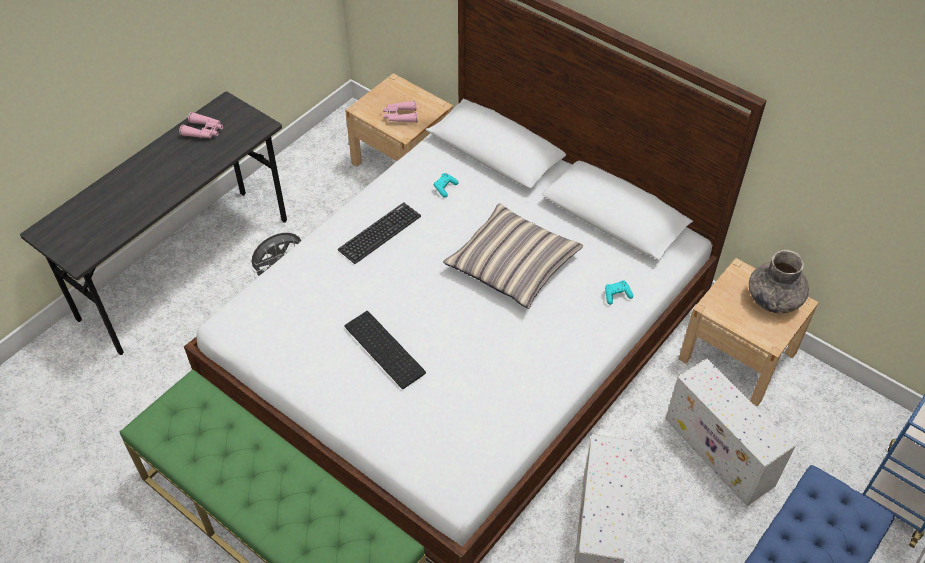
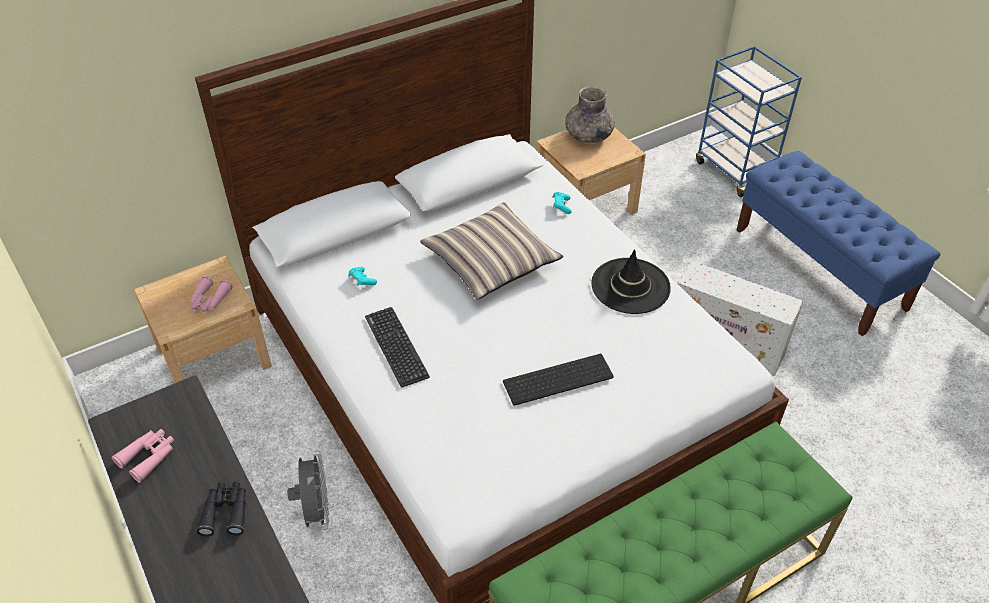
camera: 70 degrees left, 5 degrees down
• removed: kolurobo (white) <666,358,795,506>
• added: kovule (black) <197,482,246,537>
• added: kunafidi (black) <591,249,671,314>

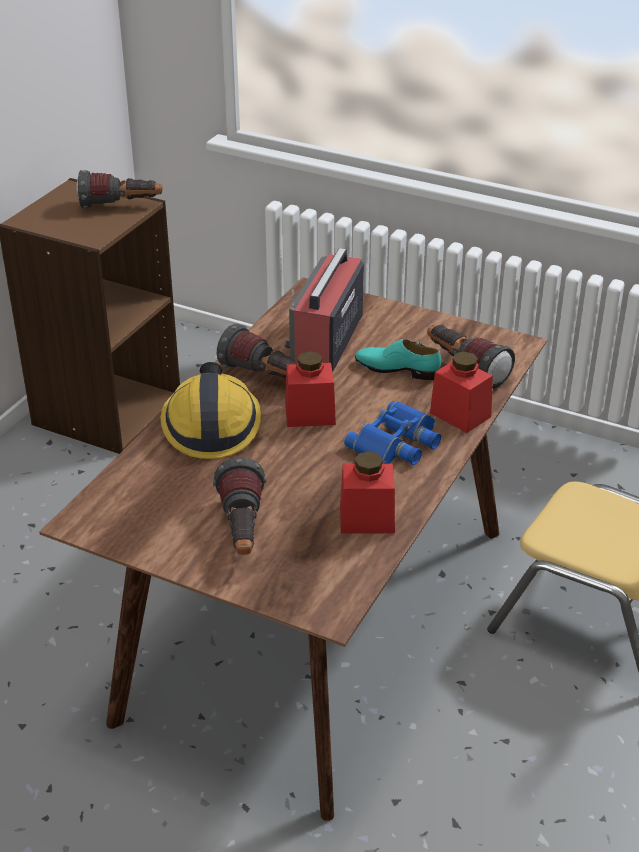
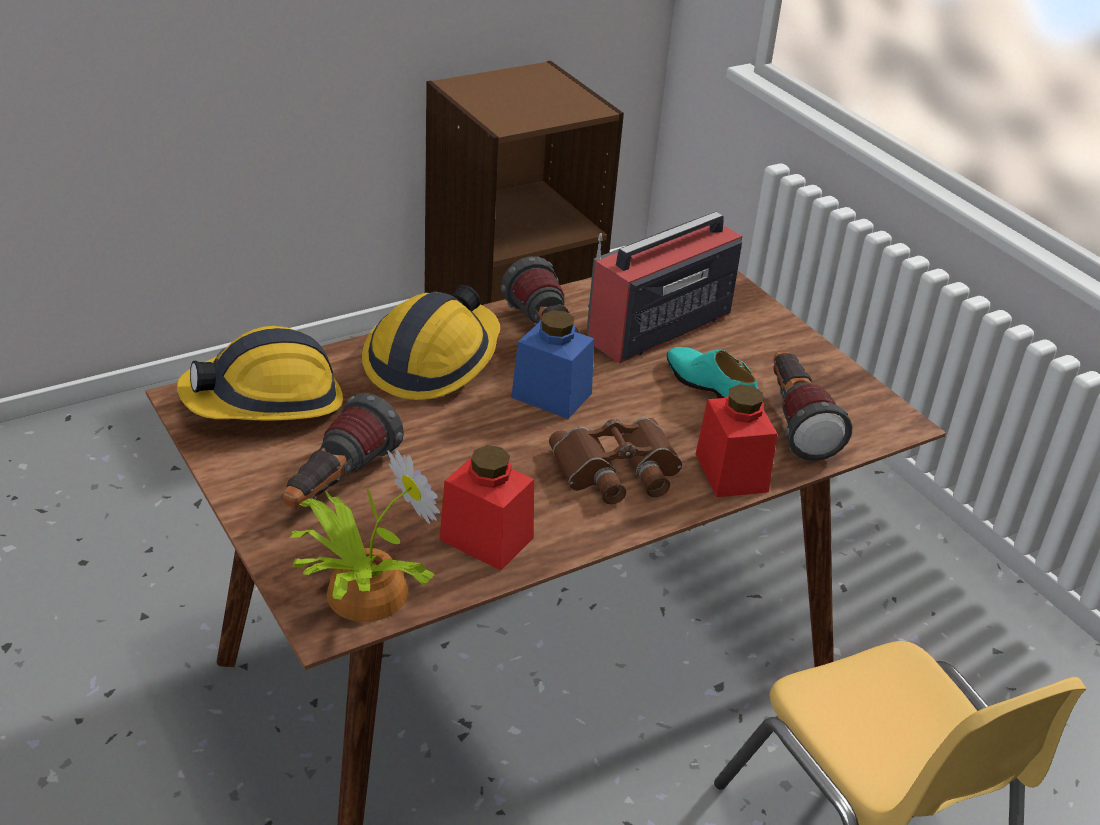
camera: 30 degrees right, 0 degrees up
• removed: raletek <76,170,163,209>
• added: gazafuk <177,326,343,421>
• added: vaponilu <290,449,440,622>
• recoloured: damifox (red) <285,351,336,427> to damifox (blue) <511,310,594,419>
• recoloured: kovule (blue) <344,401,441,465> to kovule (brown) <549,418,682,504>

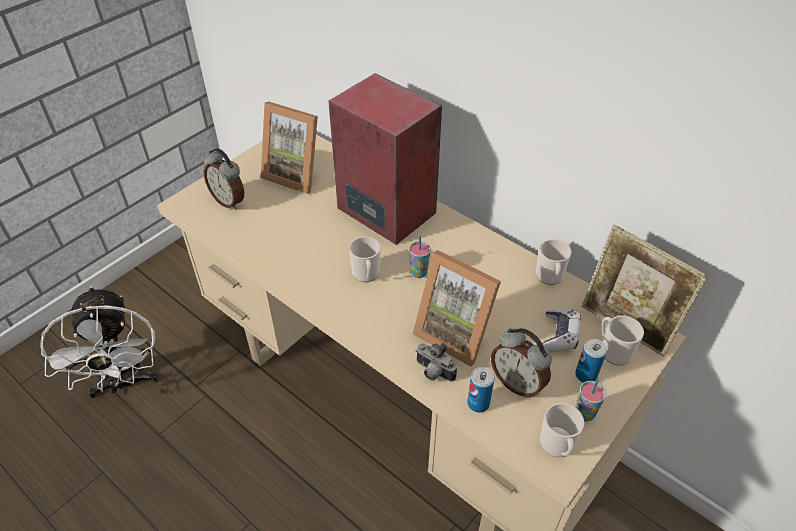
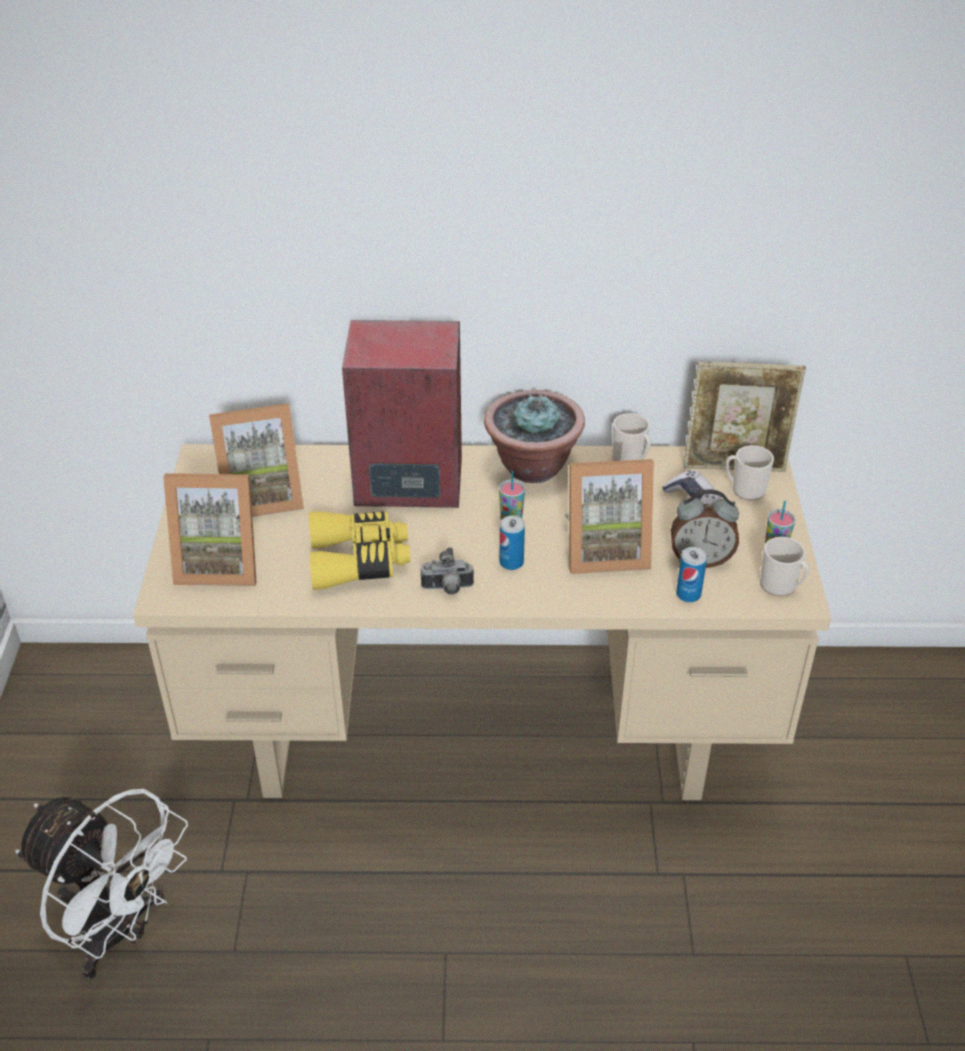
camera: 40 degrees left, 5 degrees down
• removed: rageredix <349,236,381,282>
• added: kovule (yellow) <309,511,410,590>
• added: vaponilu <484,390,585,483>
• moved: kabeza <416,343,457,382> to <420,547,474,594>
• moved: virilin <575,339,607,383> to <500,516,525,570>
• replaced: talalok <204,148,244,210> to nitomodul <163,473,257,586>

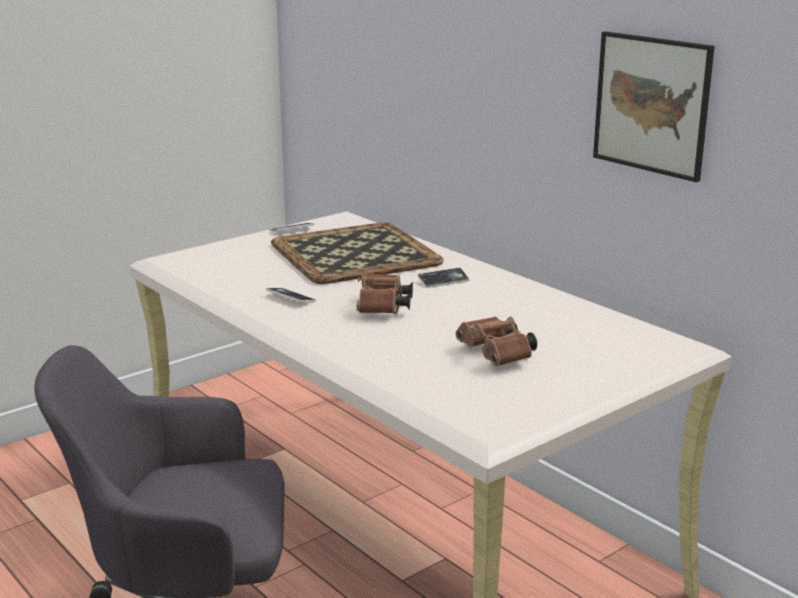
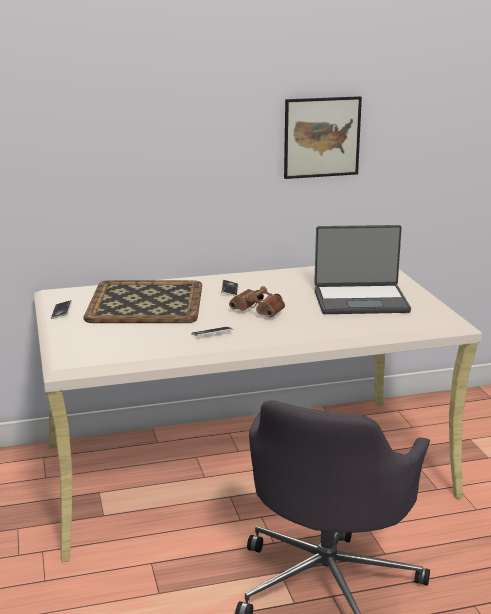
camera: 65 degrees left, 0 degrees up
• replaced: kovule (brown) <456,316,537,367> to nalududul <314,225,411,314>

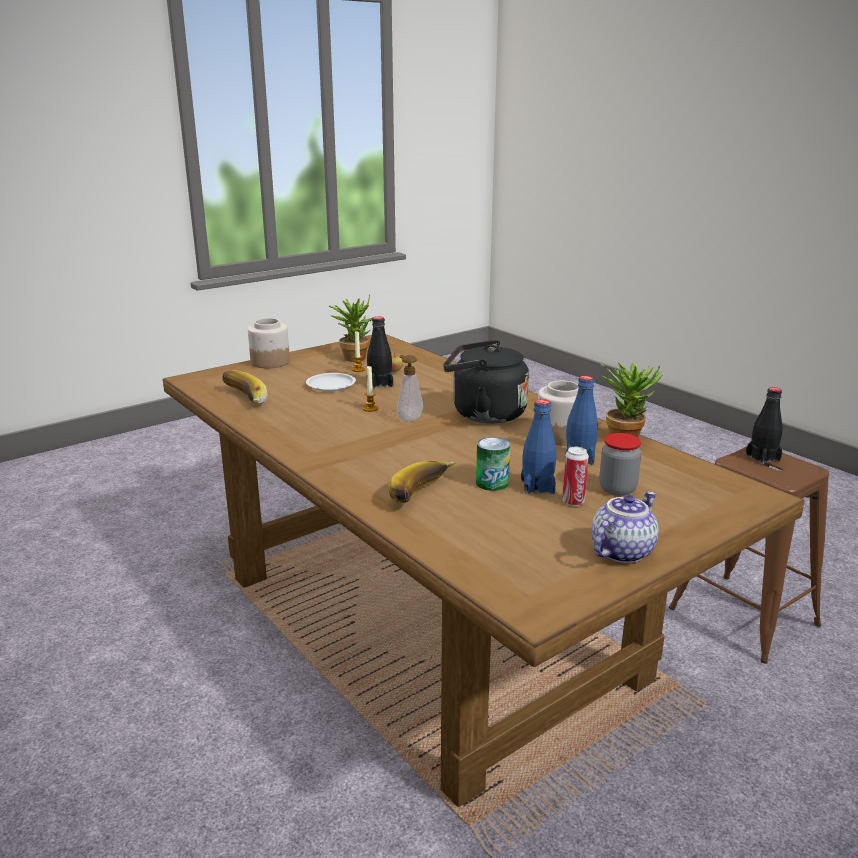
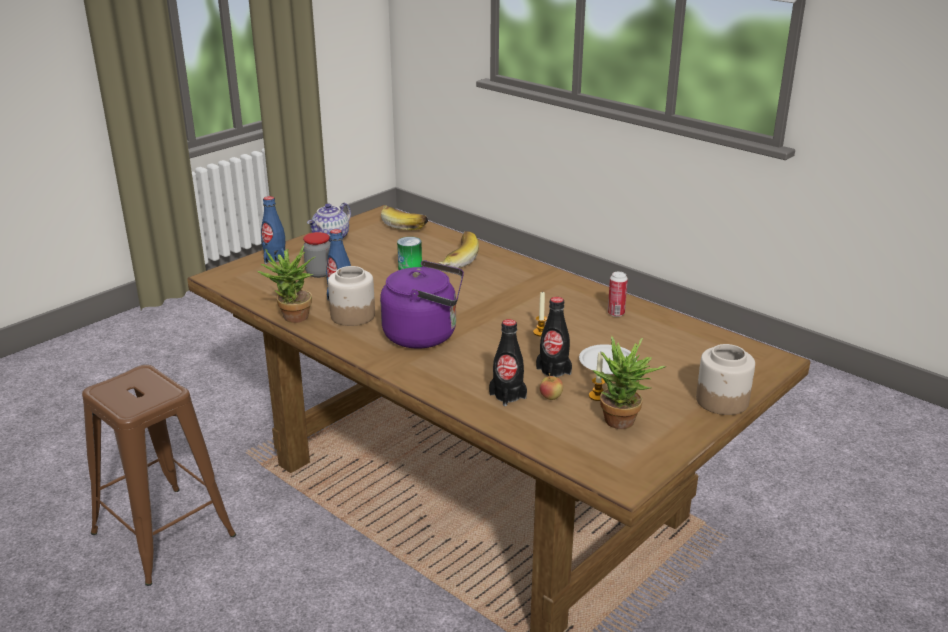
camera: 170 degrees right, 5 degrees up
• removed: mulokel <397,355,423,422>
• moved: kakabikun <222,370,268,404> to <381,205,428,230>
• moved: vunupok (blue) <521,399,556,494> to <261,196,285,264>
• moved: virilin <562,447,589,506> to <608,272,628,317>
• moved: vunupok (black) <745,387,783,465> to <489,319,527,406>
• recoloured: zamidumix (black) <443,340,529,423> to zamidumix (purple) <380,260,464,349>

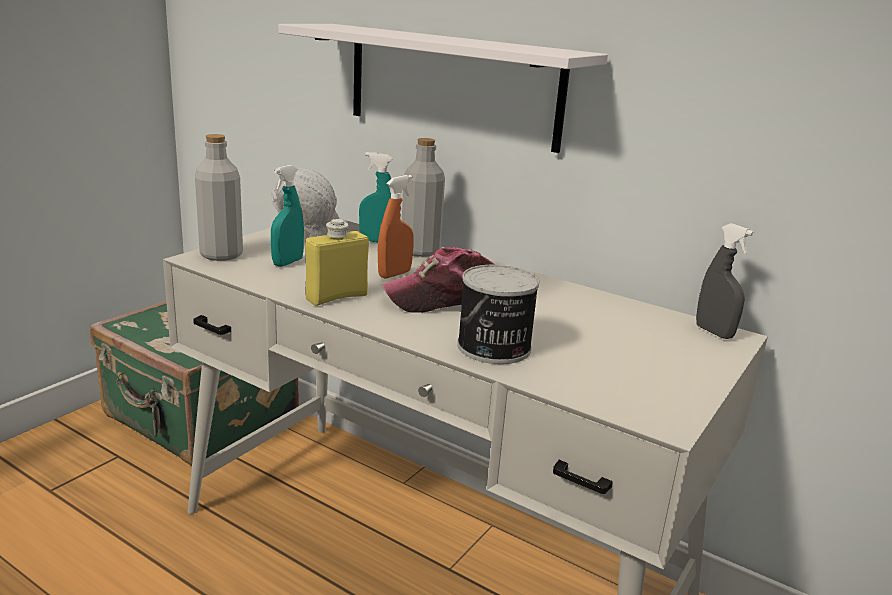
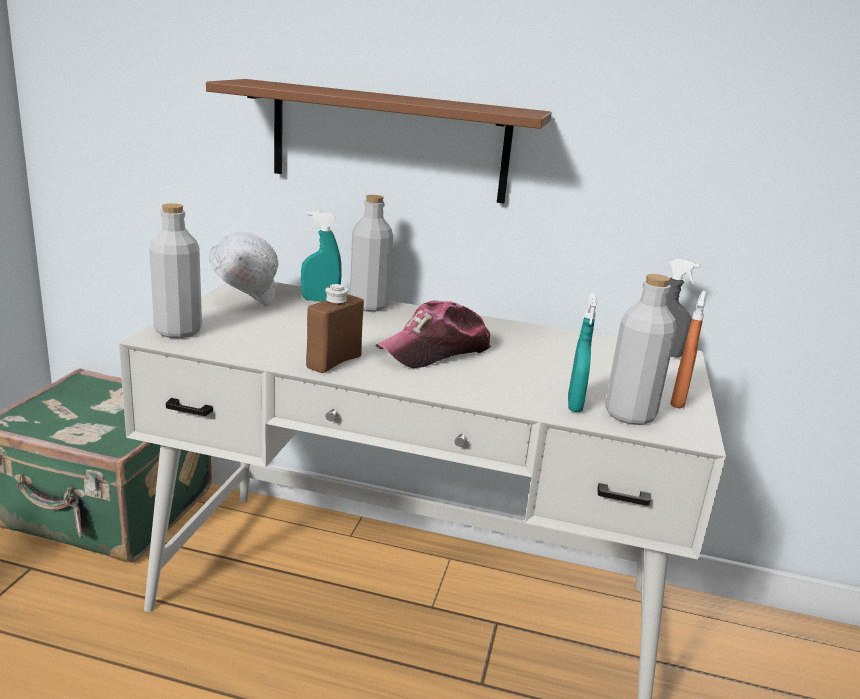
camera: 20 degrees left, 0 degrees up
• removed: virilin <457,265,539,364>
• added: vunupok (grey) <605,274,677,425>
• moved: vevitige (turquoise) <271,165,304,267> to <568,293,597,412>
• moved: vevitige (orange) <378,175,414,278> to <670,291,707,408>
• recoloured: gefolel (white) <278,24,608,153> to gefolel (brown) <206,79,552,203>
• recoloured: vunupok (yellow) <305,219,369,306> to vunupok (brown) <306,284,364,373>

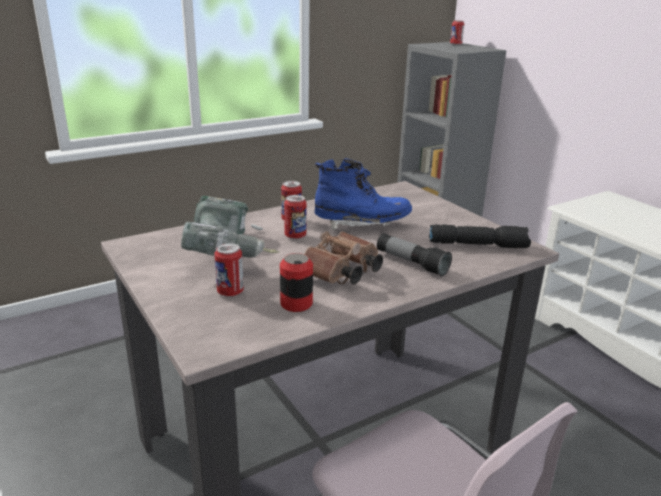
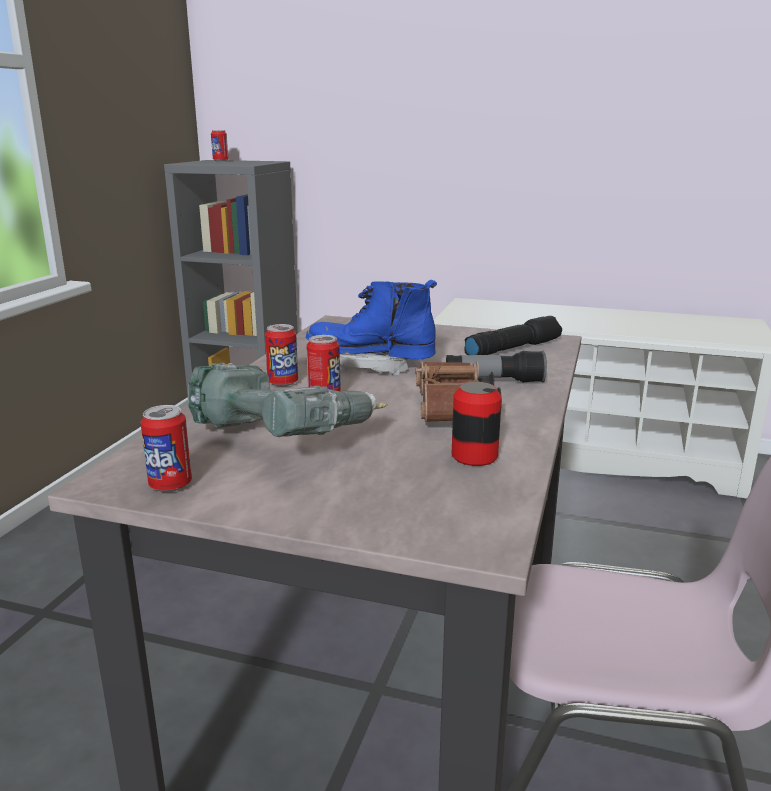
camera: 40 degrees left, 5 degrees down
• moved: virilin <214,243,244,297> to <140,405,192,492>
• turned: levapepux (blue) <315,158,412,231> = <306,280,437,375> 120 degrees counterclockwise

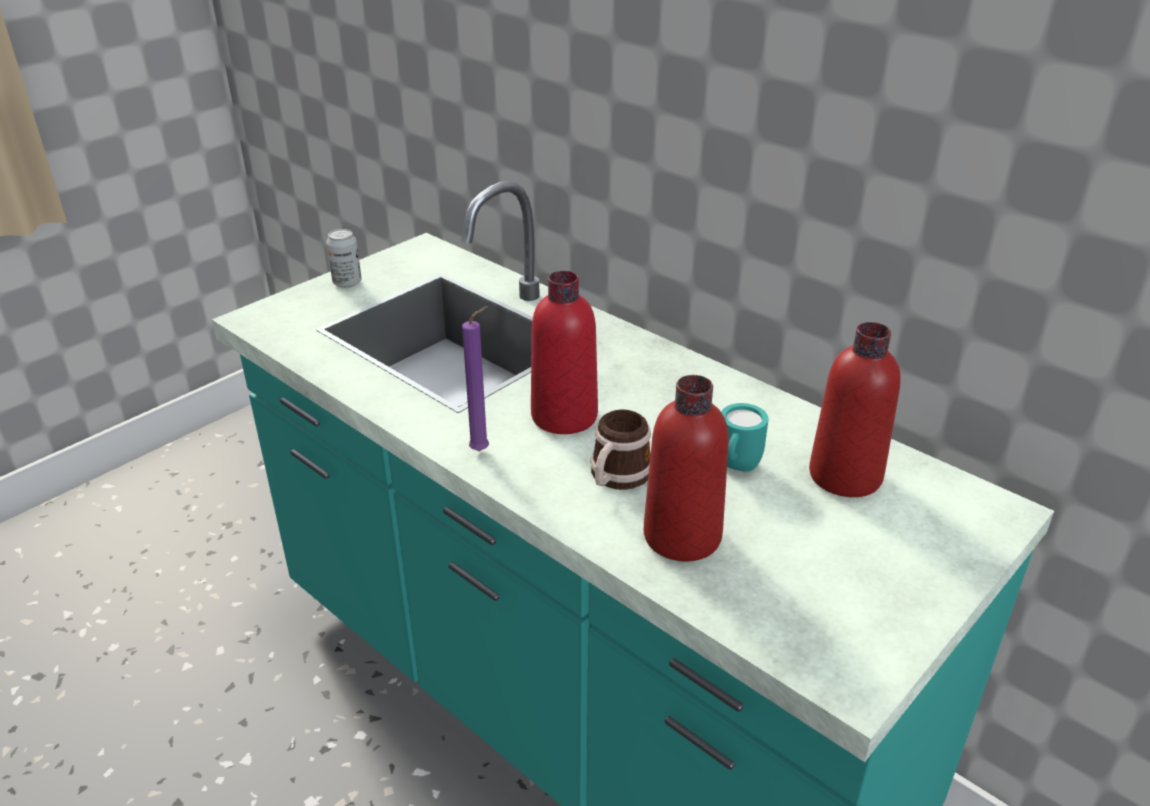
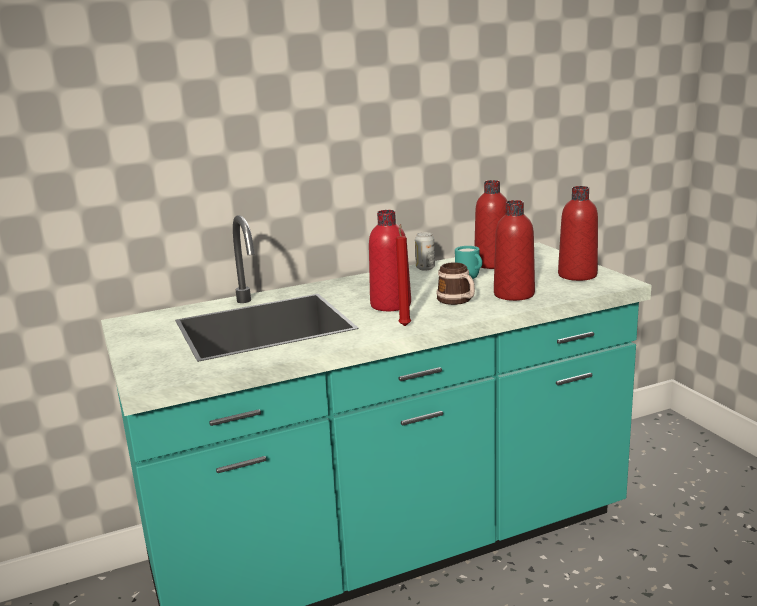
camera: 65 degrees left, 15 degrees down
• added: vunupok (red) <558,186,598,281>
• moved: virilin <326,229,361,288> to <415,232,435,270>
• recoloured: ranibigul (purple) <462,306,489,451> to ranibigul (red) <396,224,411,326>

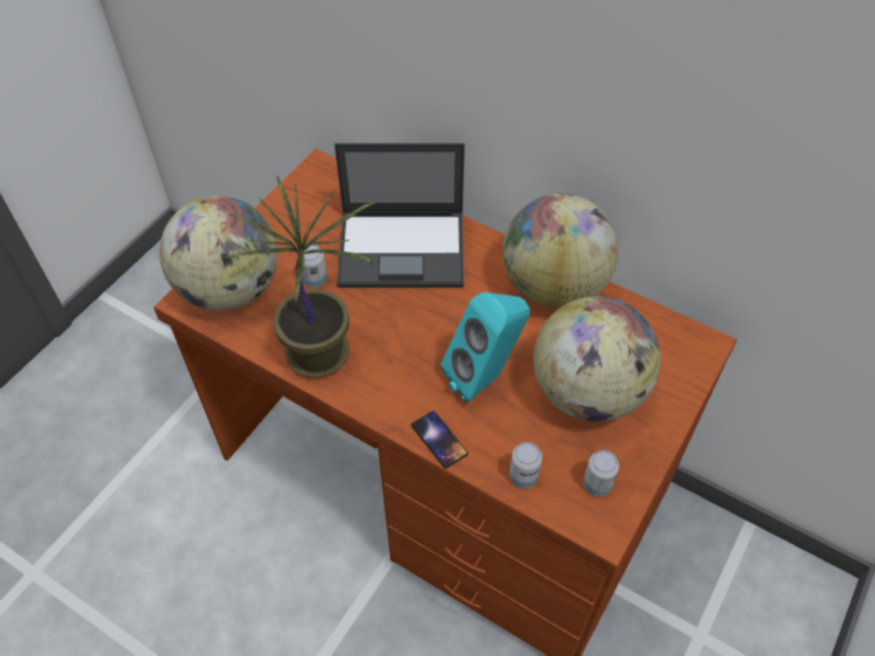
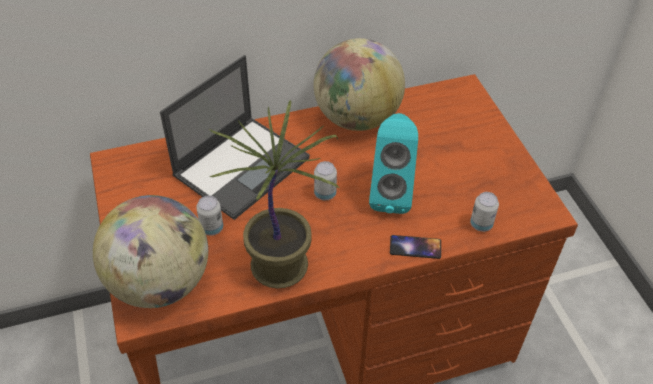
camera: 50 degrees left, 5 degrees down
• removed: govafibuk <533,296,661,422>
• moved: virilin <583,450,619,496> to <314,161,337,200>

